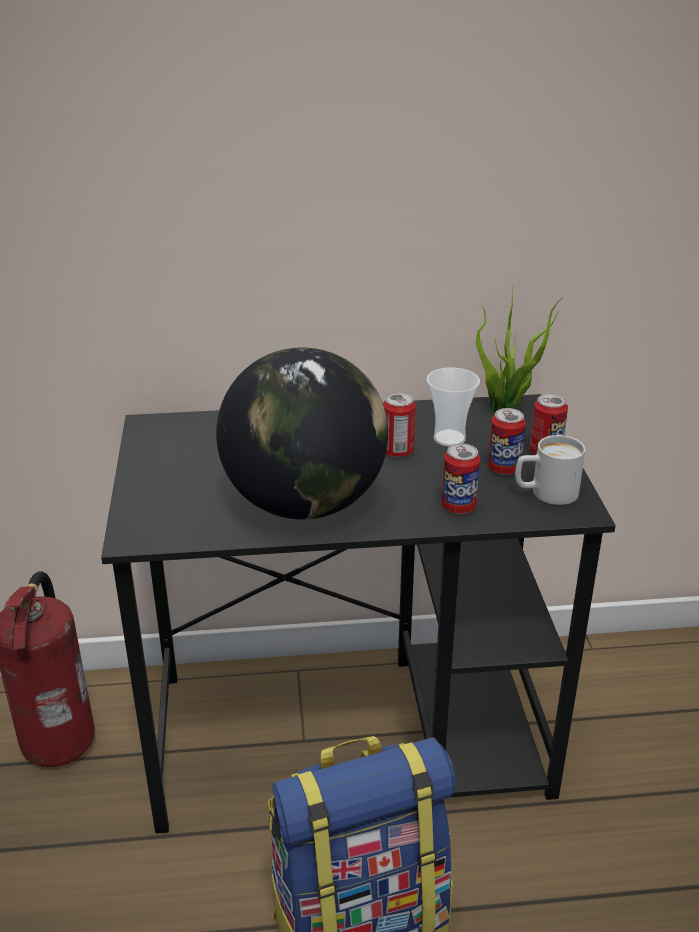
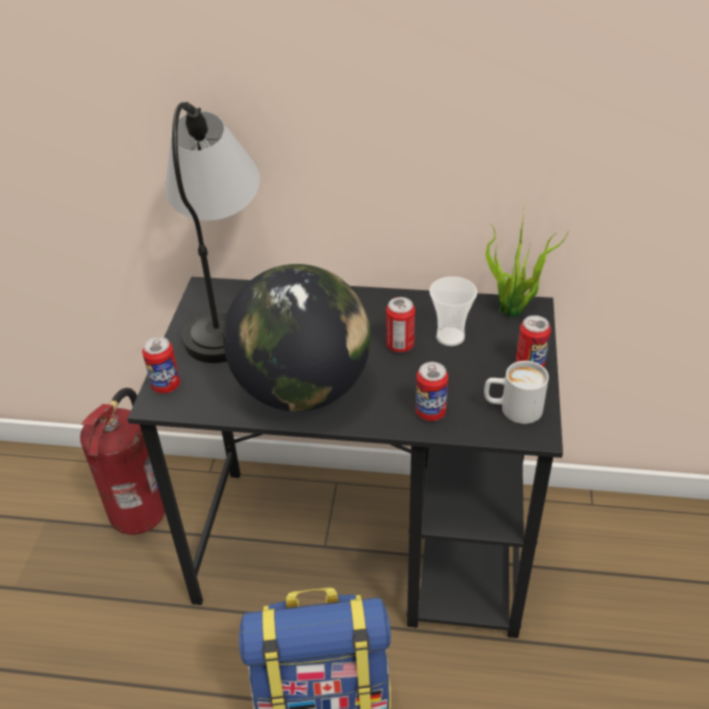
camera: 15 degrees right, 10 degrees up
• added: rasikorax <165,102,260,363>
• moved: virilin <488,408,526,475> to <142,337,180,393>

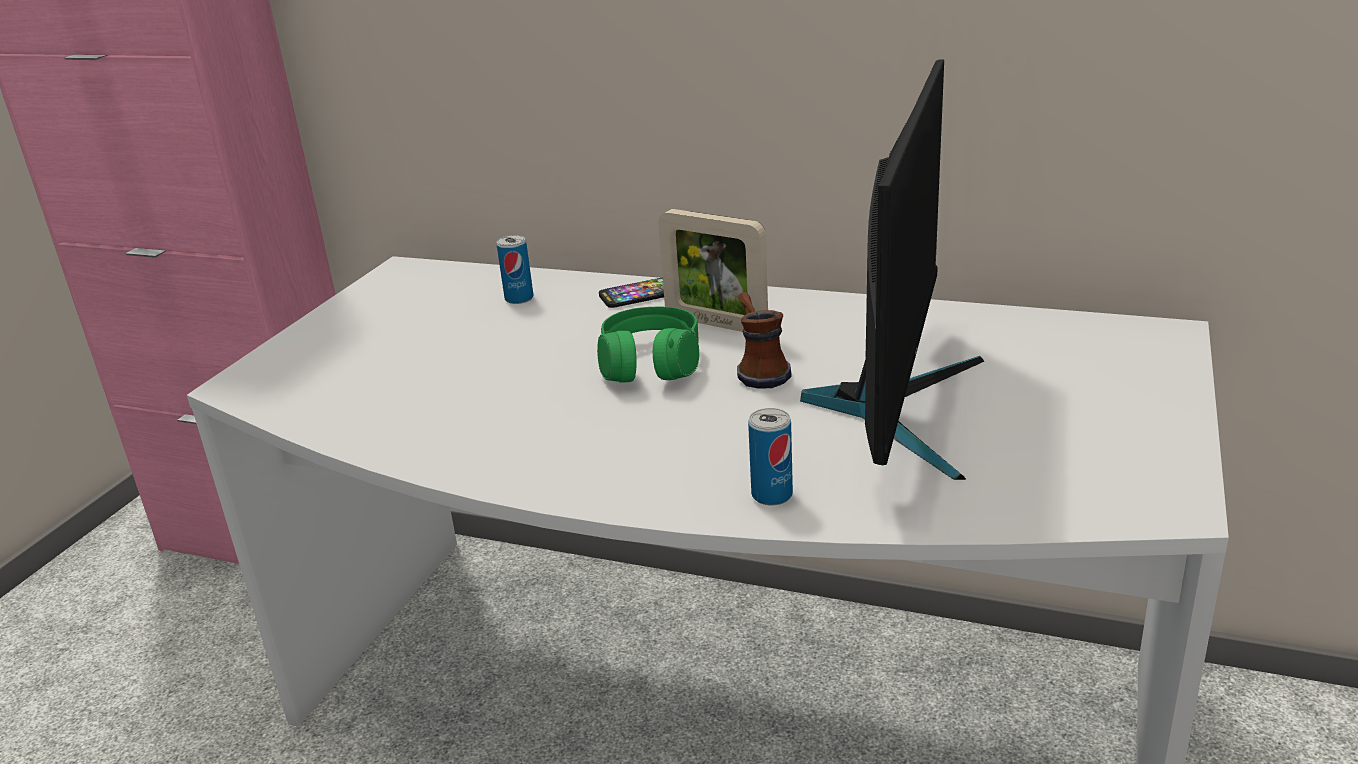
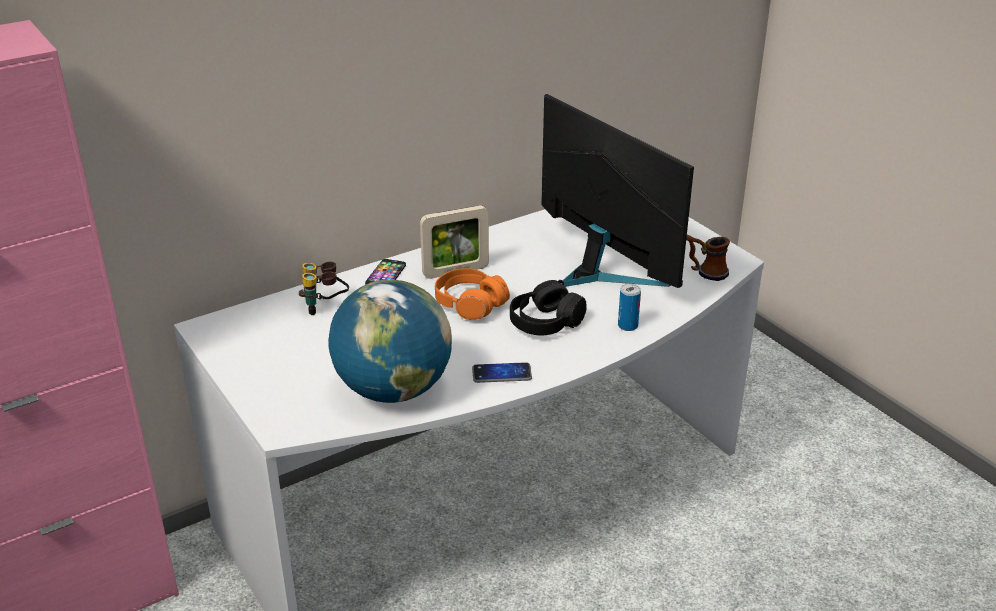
camera: 55 degrees left, 5 degrees up
• added: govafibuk <328,280,452,403>
• added: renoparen <472,362,532,383>
• added: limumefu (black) <510,280,587,336>
• moved: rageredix <737,292,792,389> to <686,234,730,281>
• replaced: virilin <496,235,533,304> to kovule <299,262,349,315>
• recoloured: limumefu (green) <597,307,699,383> to limumefu (orange) <435,268,510,320>

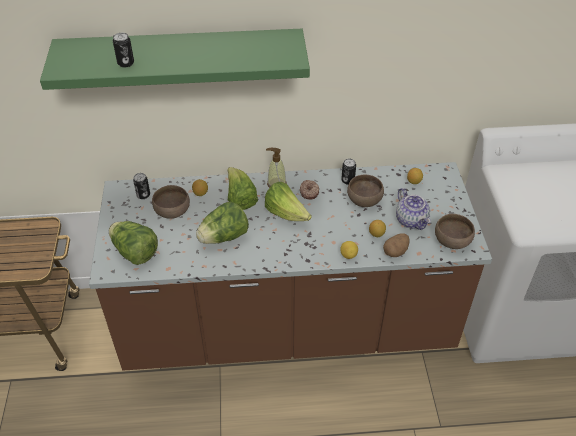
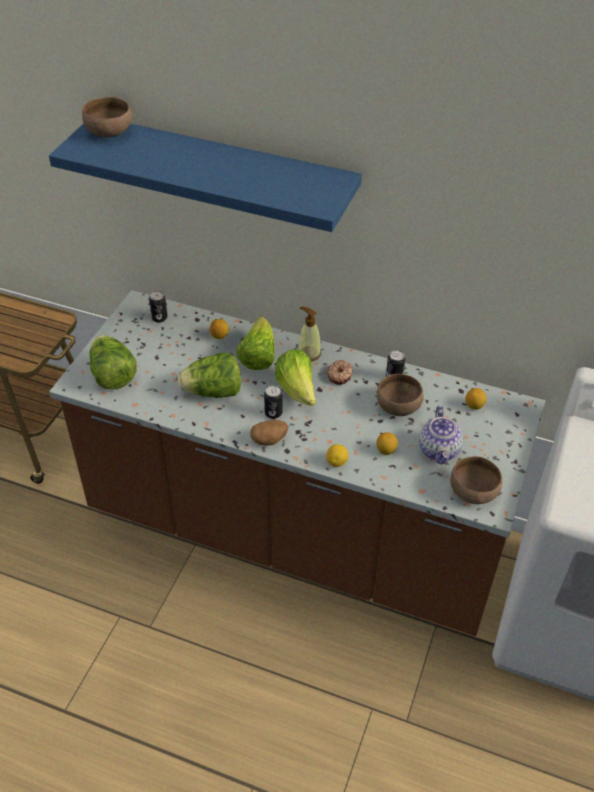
camera: 25 degrees right, 0 degrees up
• moved: virilin <113,33,134,67> to <264,385,283,419>
• moved: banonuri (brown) <152,185,190,219> to <82,97,132,138>
• moved: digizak <383,233,410,257> to <250,420,289,446>
• recoloured: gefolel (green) <40,29,310,90> to gefolel (blue) <49,123,362,232>

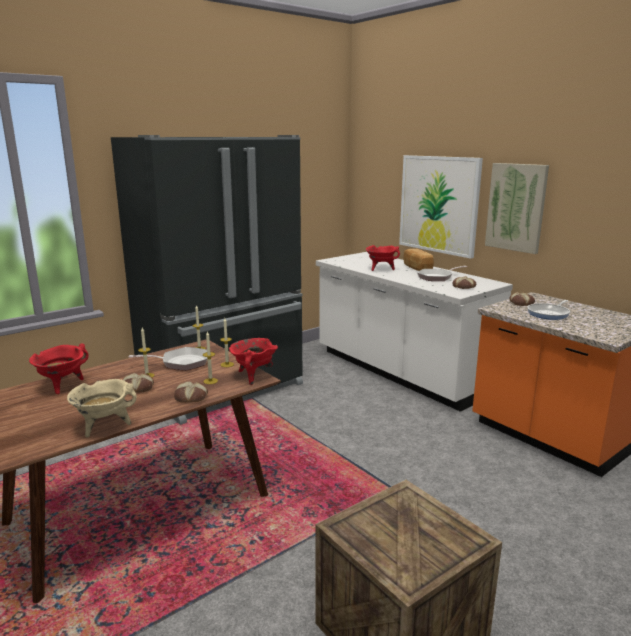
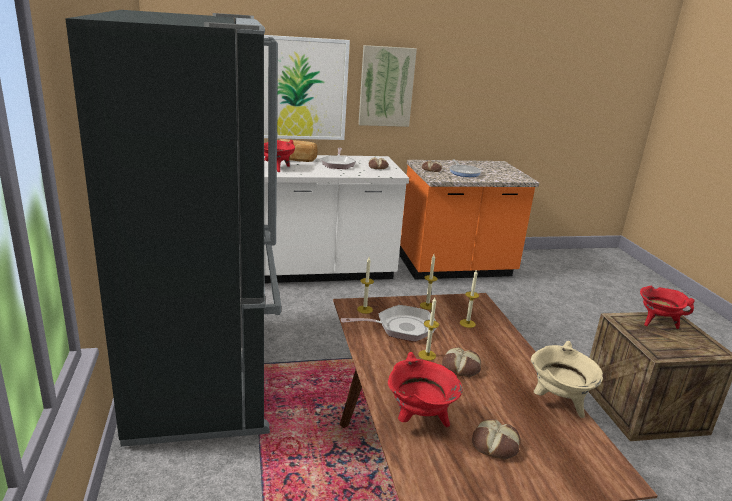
camera: 65 degrees left, 5 degrees up
• moved: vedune <174,381,208,403> to <472,419,521,460>
• moved: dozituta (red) <229,338,278,385> to <640,286,694,329>
• turned: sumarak <129,347,207,371> = <341,305,436,342> 60 degrees clockwise

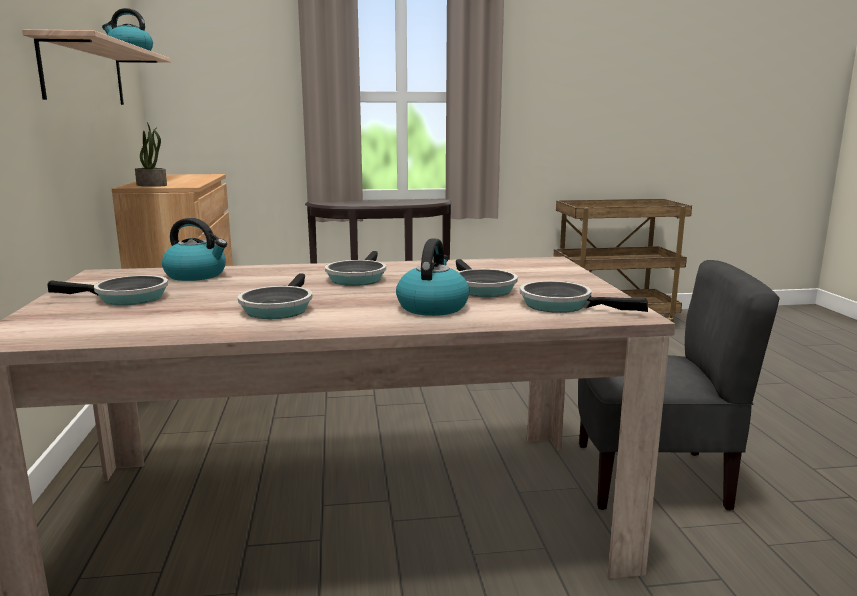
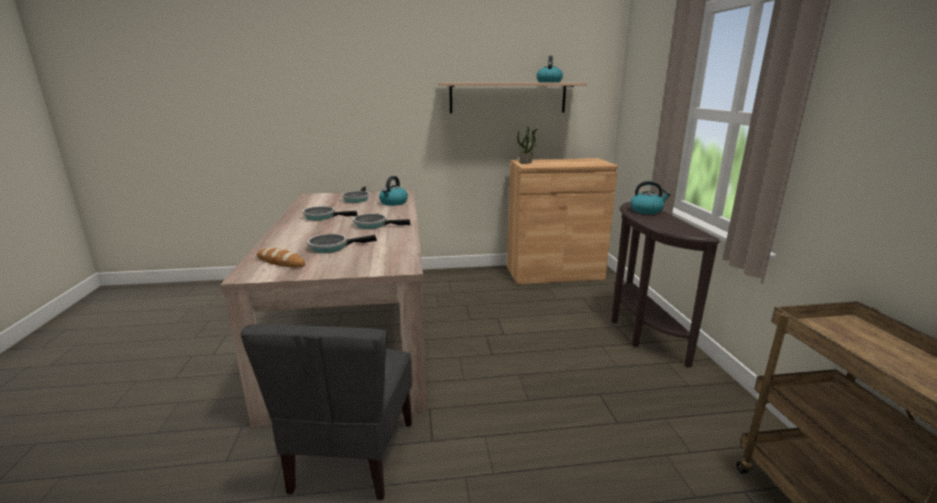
camera: 90 degrees right, 5 degrees up
• moved: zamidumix <396,238,469,316> to <630,181,671,214>
• replaced: sumarak <520,281,648,313> to vedune <257,248,305,267>

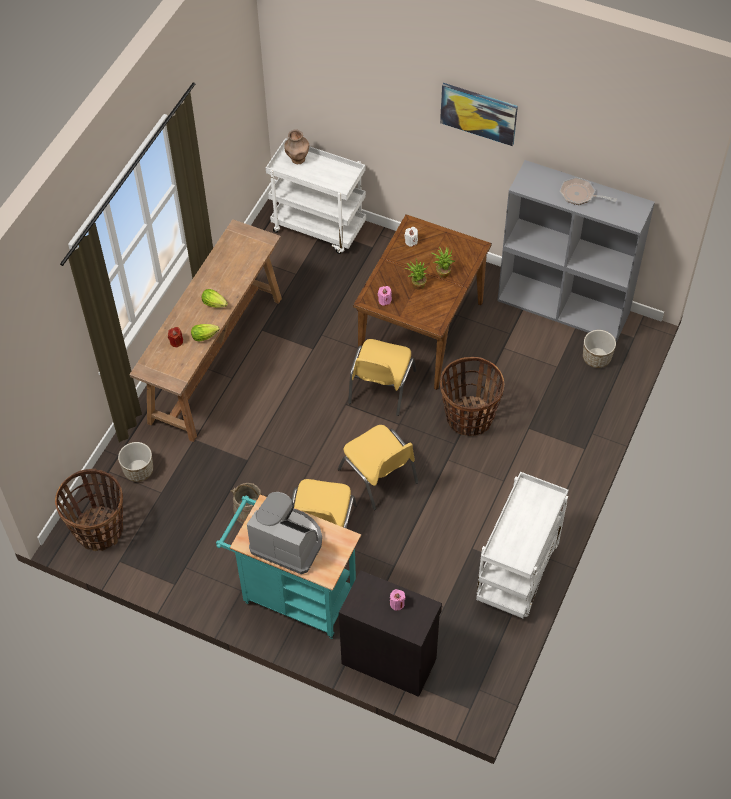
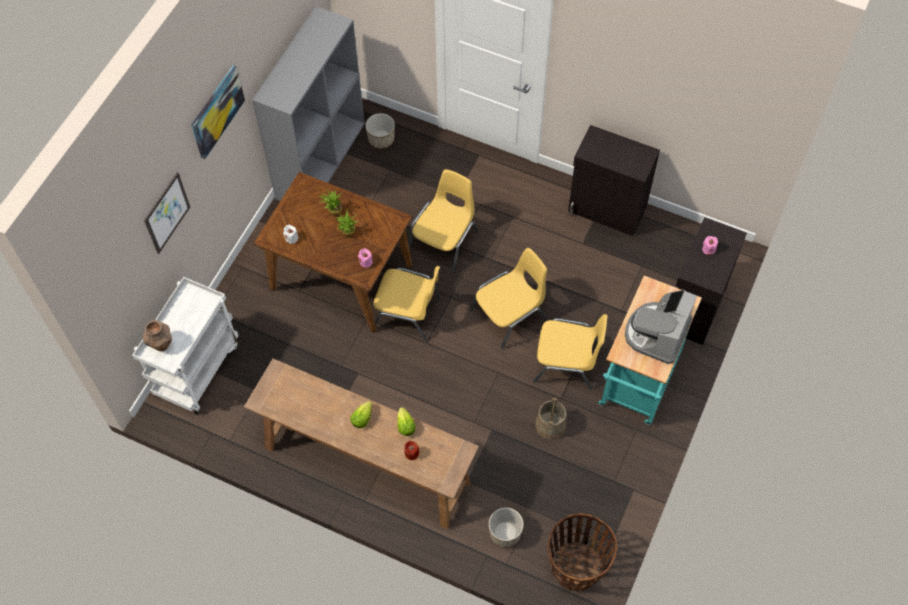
camera: 90 degrees left, 5 degrees up
• removed: sumarak <560,177,617,205>
• added: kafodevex <144,172,190,254>
• replaced: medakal <440,357,504,436> to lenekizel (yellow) <408,169,478,273>
• replaced: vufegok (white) <476,472,568,618> to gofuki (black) <568,125,660,236>

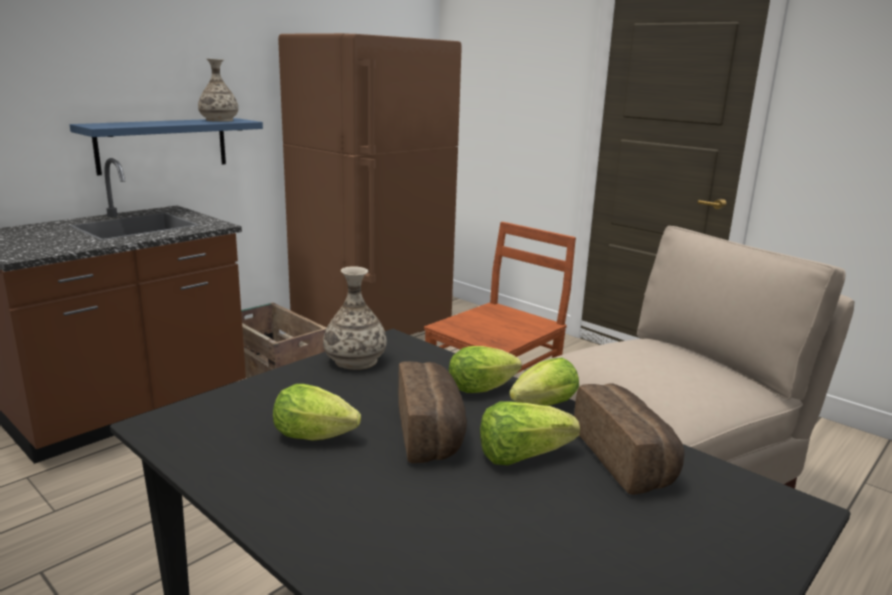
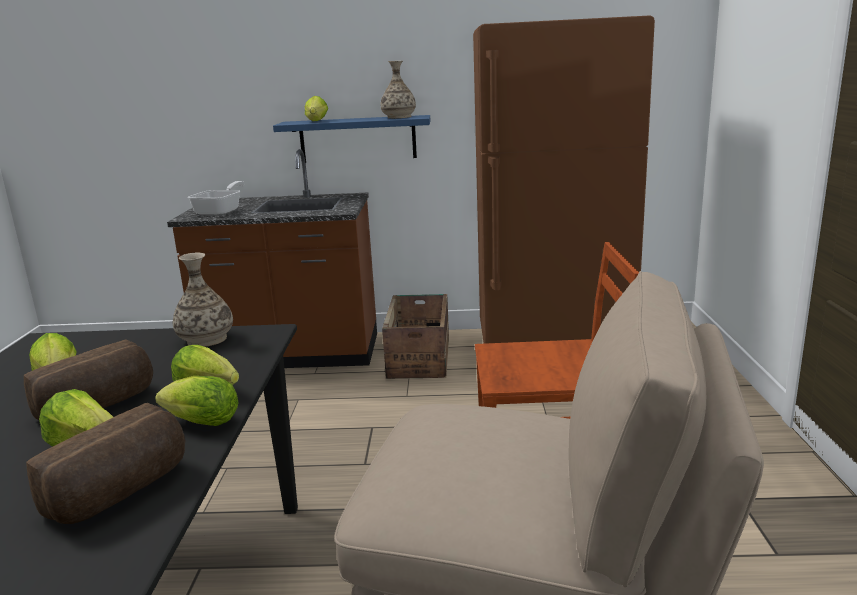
camera: 50 degrees right, 0 degrees up
• added: sumarak <188,181,245,216>
• added: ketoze <305,96,328,121>

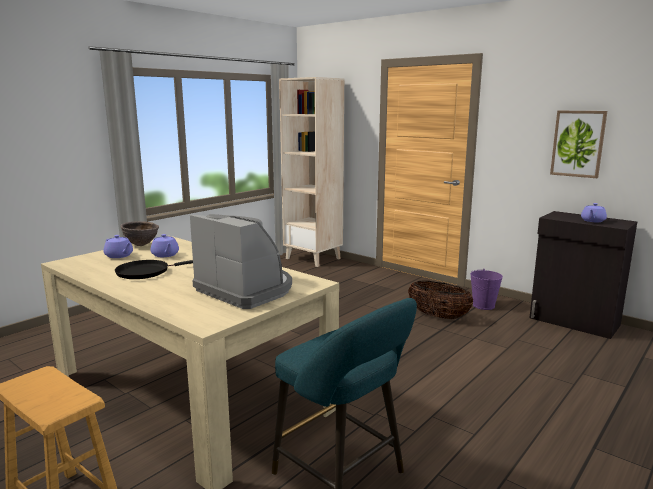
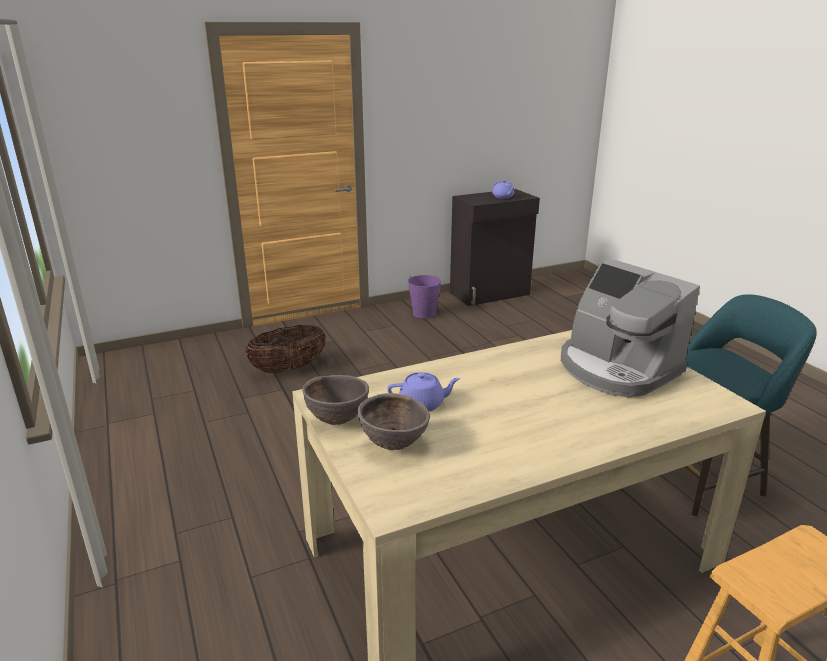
camera: 65 degrees left, 10 degrees up
• removed: sumarak (black) <115,260,193,279>
• removed: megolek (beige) <279,77,344,267>
• removed: kafodevex <550,111,607,178>
• moved: medakal <408,281,473,319> to <245,325,326,373>
• replaced: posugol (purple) <103,235,133,258> to banonuri (brown) <357,393,430,450>
• turned: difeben <190,214,292,309> = <561,260,700,397> 105 degrees counterclockwise

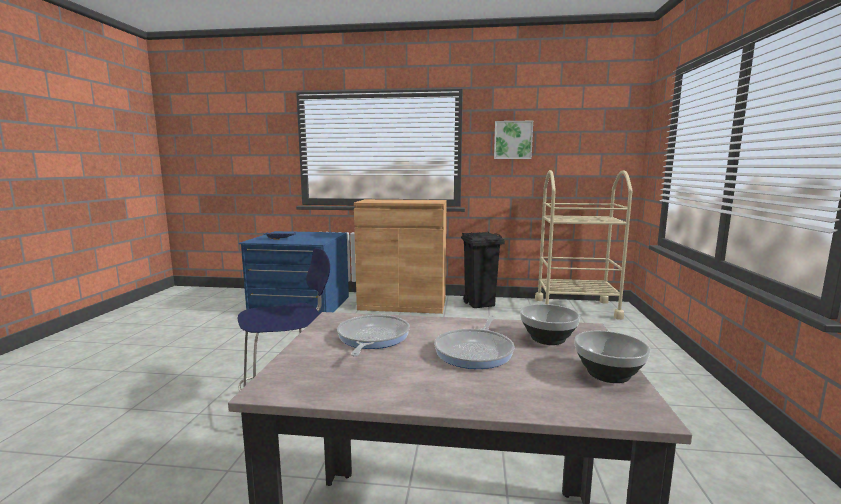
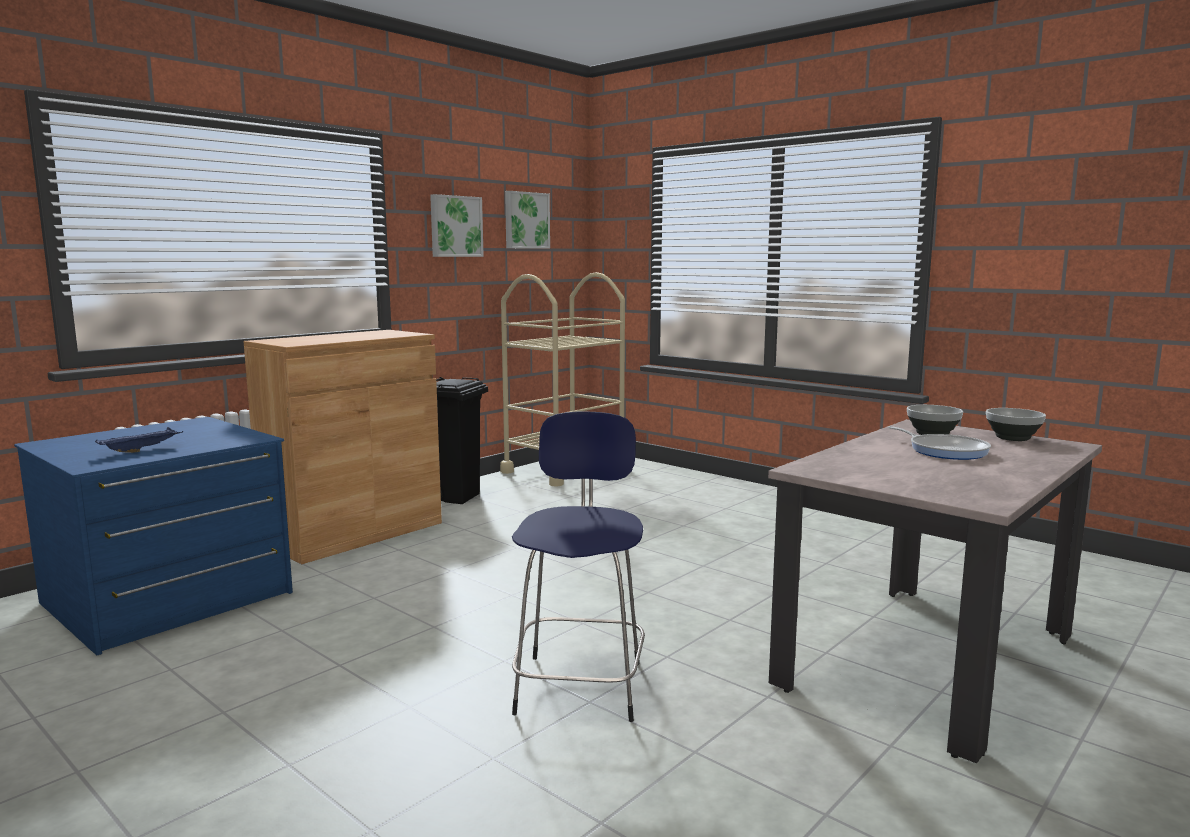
camera: 55 degrees left, 0 degrees up
• removed: sumarak <337,315,410,356>
• added: kafodevex <505,191,550,249>

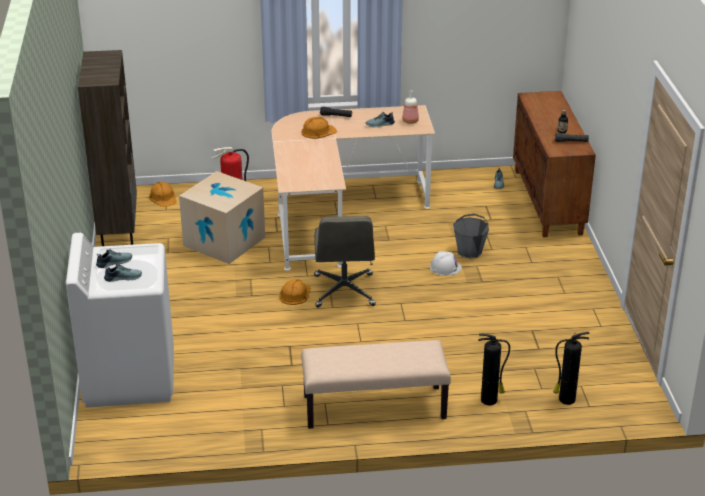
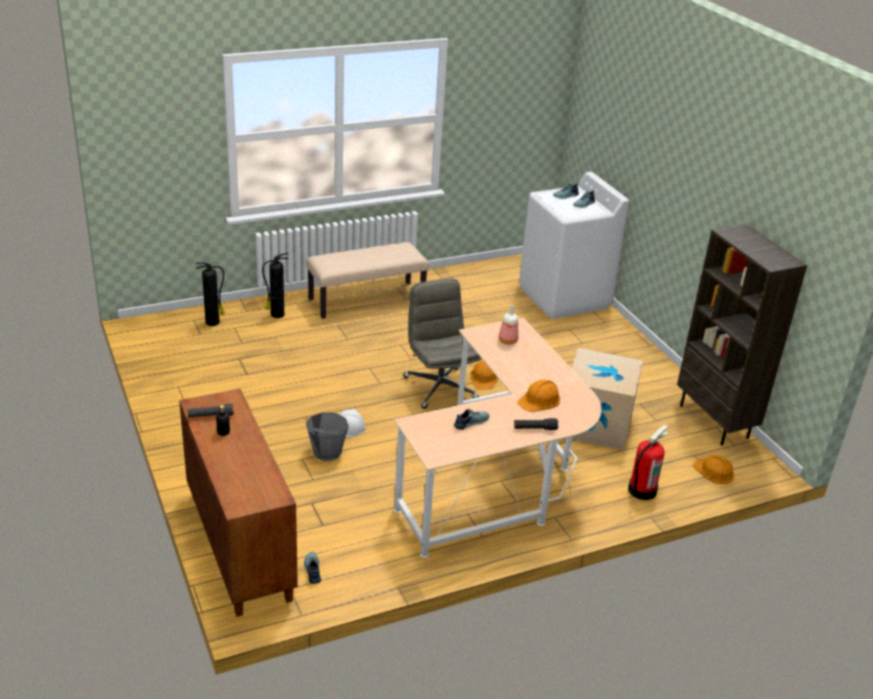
camera: 160 degrees right, 0 degrees up
• moved: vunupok <402,90,419,124> to <499,305,519,345>

